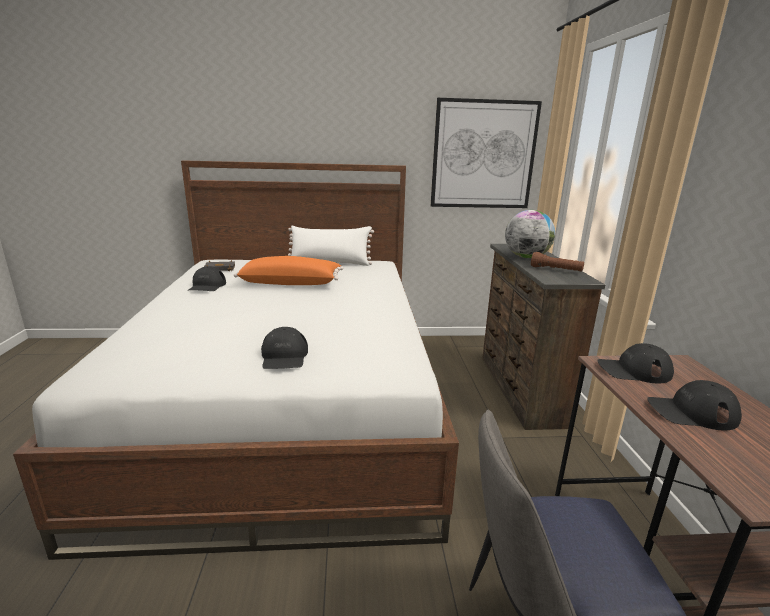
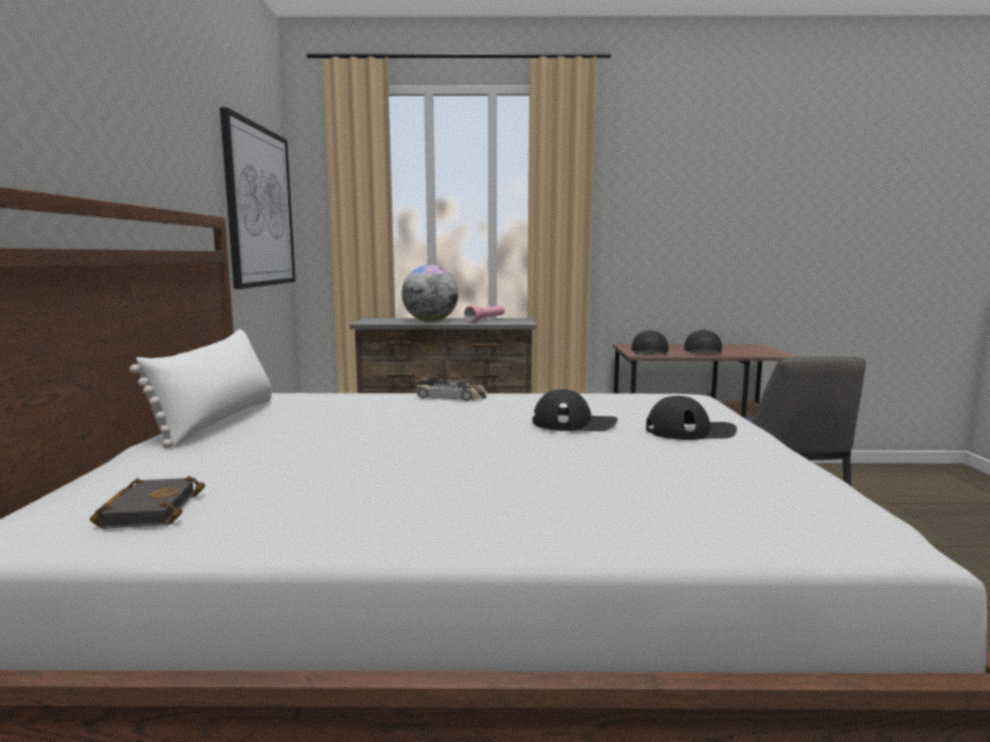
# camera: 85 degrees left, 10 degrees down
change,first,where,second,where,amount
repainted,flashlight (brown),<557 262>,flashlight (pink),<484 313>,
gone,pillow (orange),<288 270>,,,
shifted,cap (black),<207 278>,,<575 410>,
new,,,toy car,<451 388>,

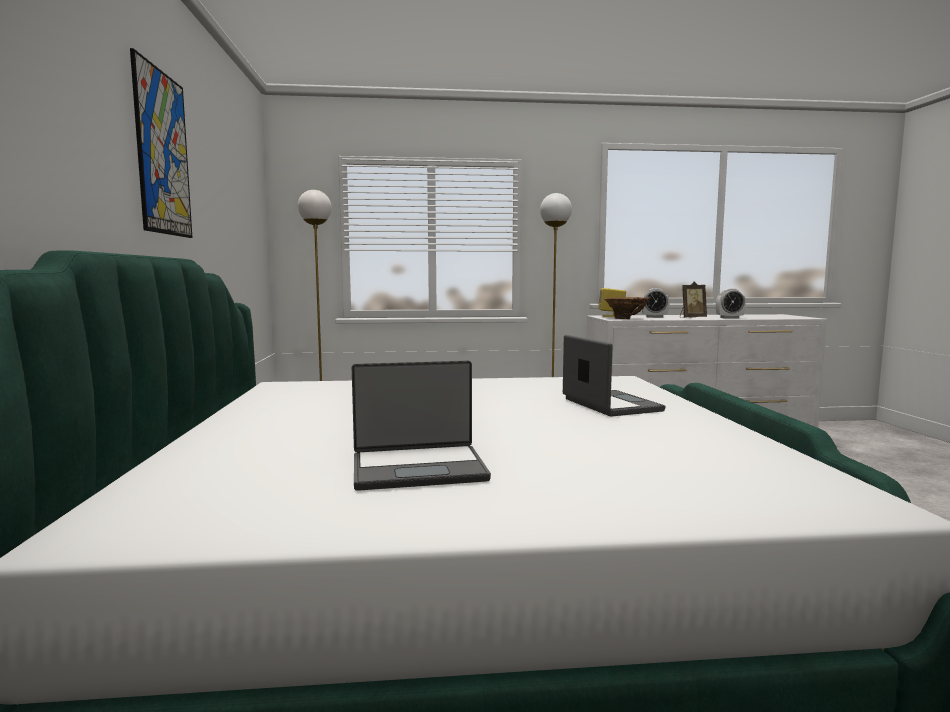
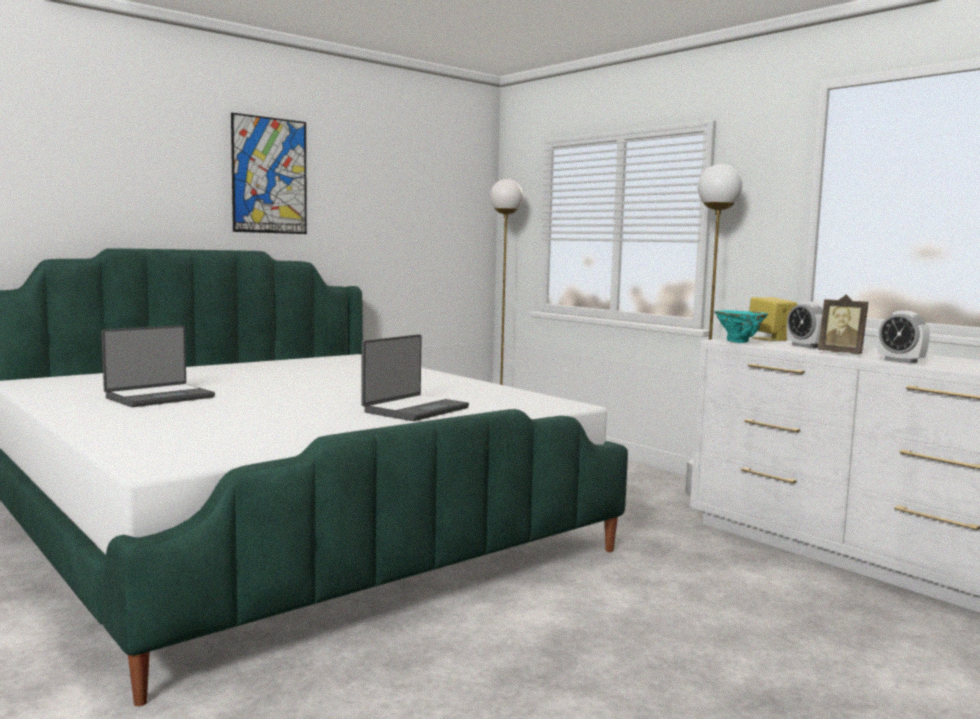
# camera: 55 degrees right, 0 degrees up
change,first,where,second,where,amount
repainted,vase (brown),<627 308>,vase (turquoise),<741 326>,
rotated,laptop,<421 425>,,<158 366>,90 degrees counterclockwise

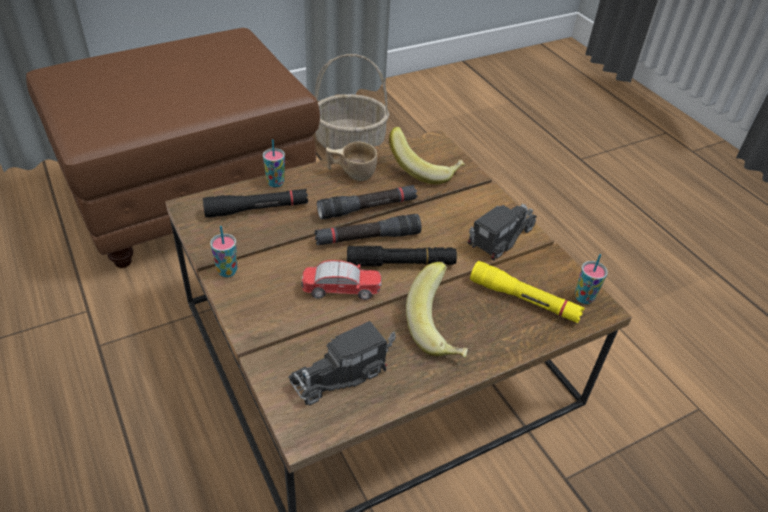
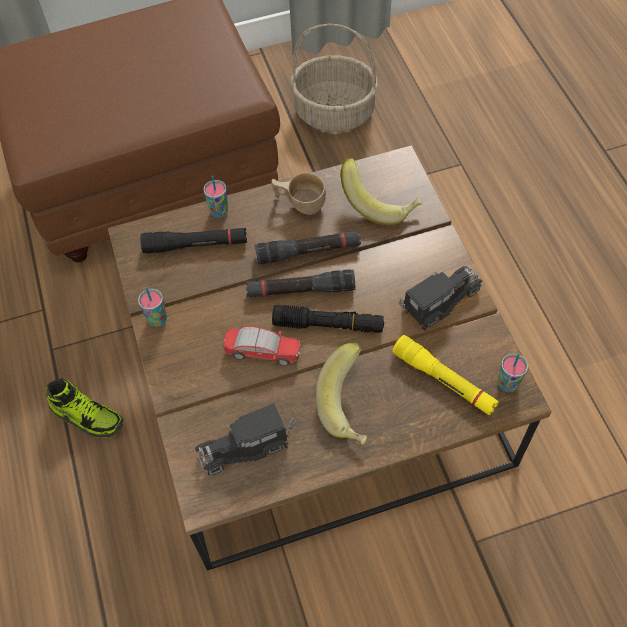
# camera: 15 degrees right, 15 degrees up
change,first,where,second,where,amount
new,,,shoe,<84 408>,

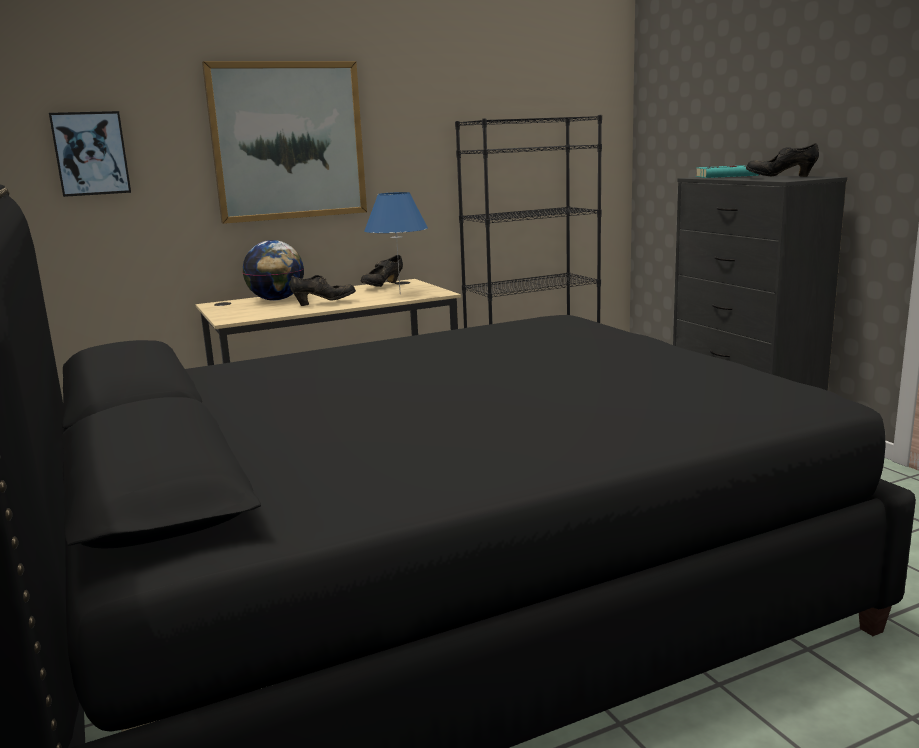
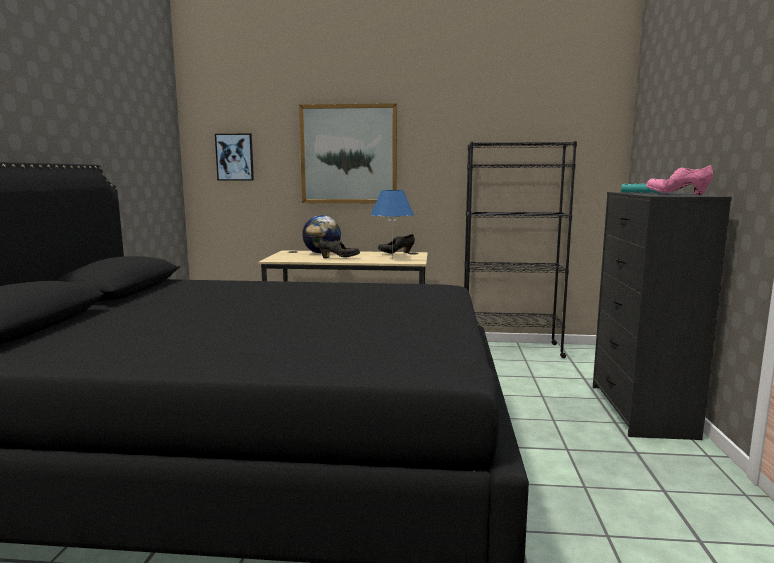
# camera: 30 degrees right, 5 degrees down
change,first,where,second,where,amount
repainted,shoe (black),<782 160>,shoe (pink),<679 180>,

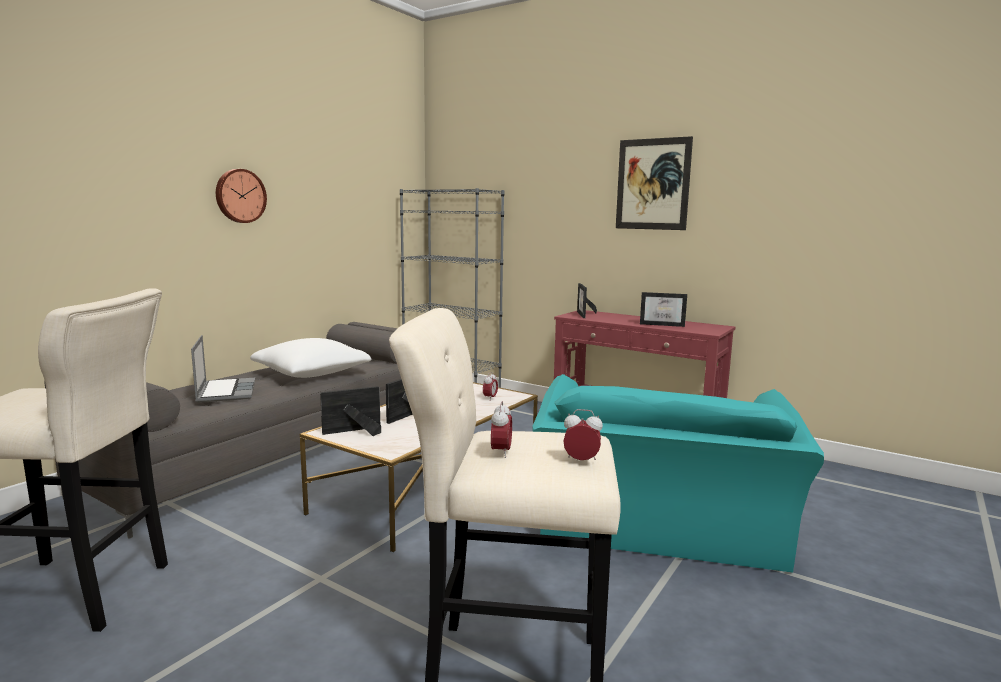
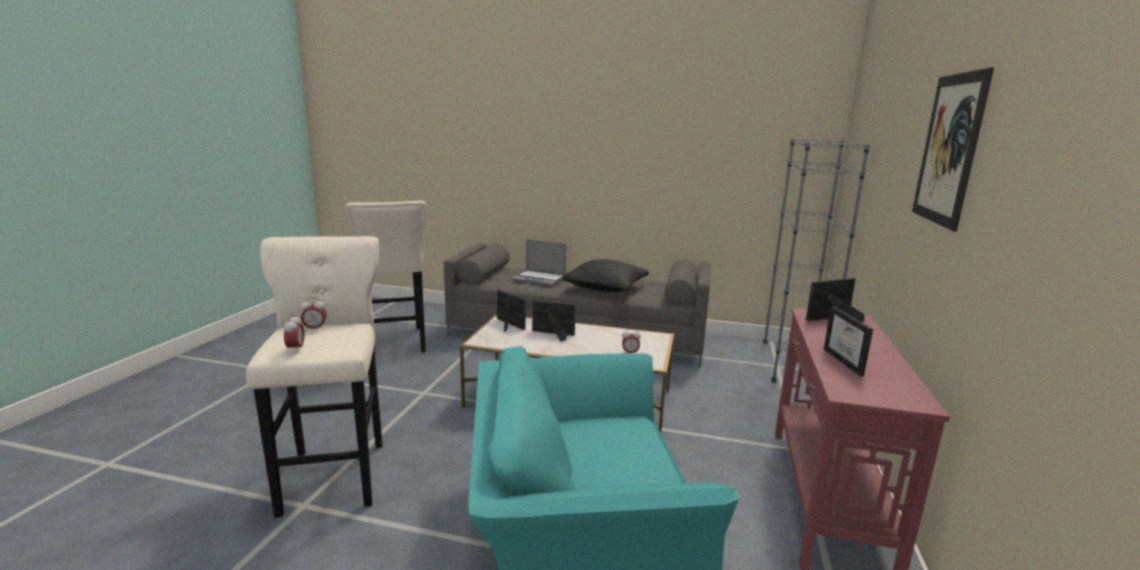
# camera: 70 degrees right, 5 degrees up
change,first,where,second,where,amount
gone,wall clock,<241 196>,,,
rotated,laptop,<223 369>,,<538 262>,60 degrees clockwise
repainted,pillow (white),<310 358>,pillow (black),<605 275>,

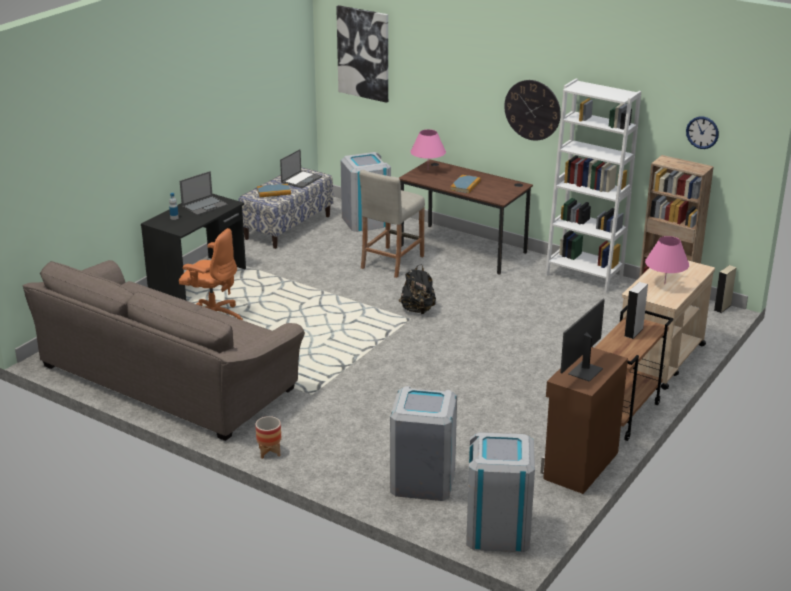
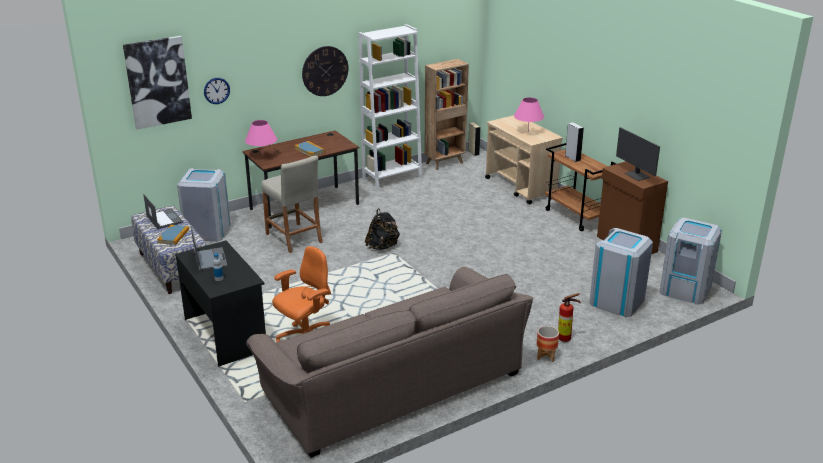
# camera: 65 degrees left, 0 degrees up
change,first,where,second,where,amount
shifted,wall clock,<702 132>,,<217 91>,
new,,,fire extinguisher,<569 317>,

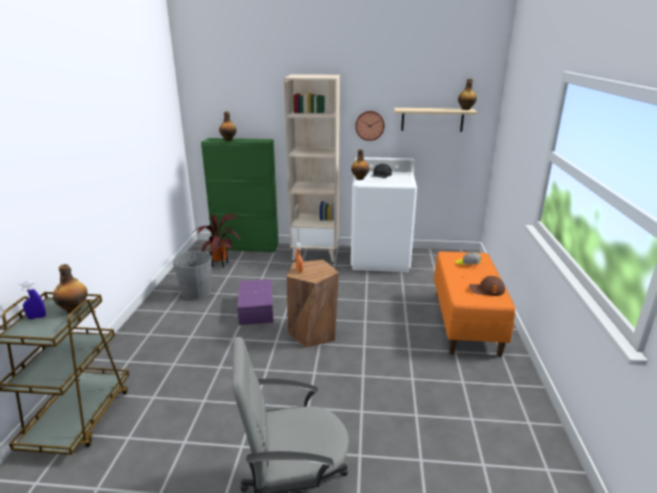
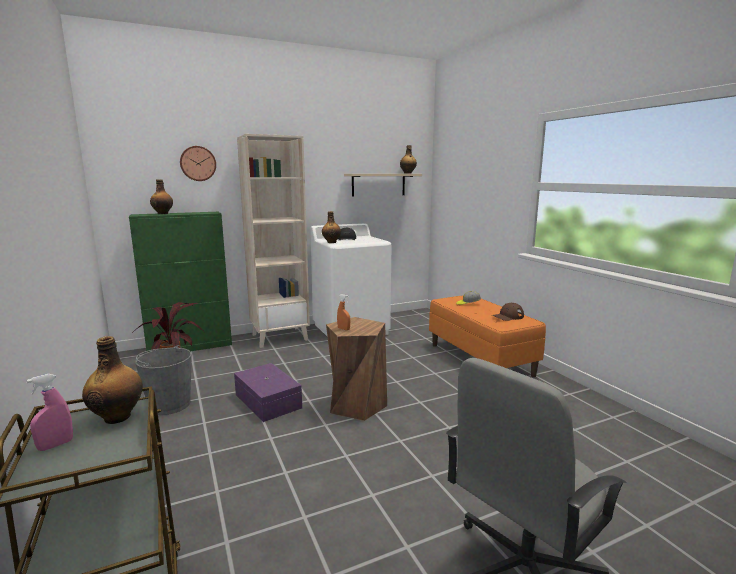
# camera: 30 degrees left, 10 degrees down
change,first,where,second,where,amount
shifted,wall clock,<370 126>,,<198 163>,
repainted,spray bottle (blue),<32 300>,spray bottle (pink),<49 412>,

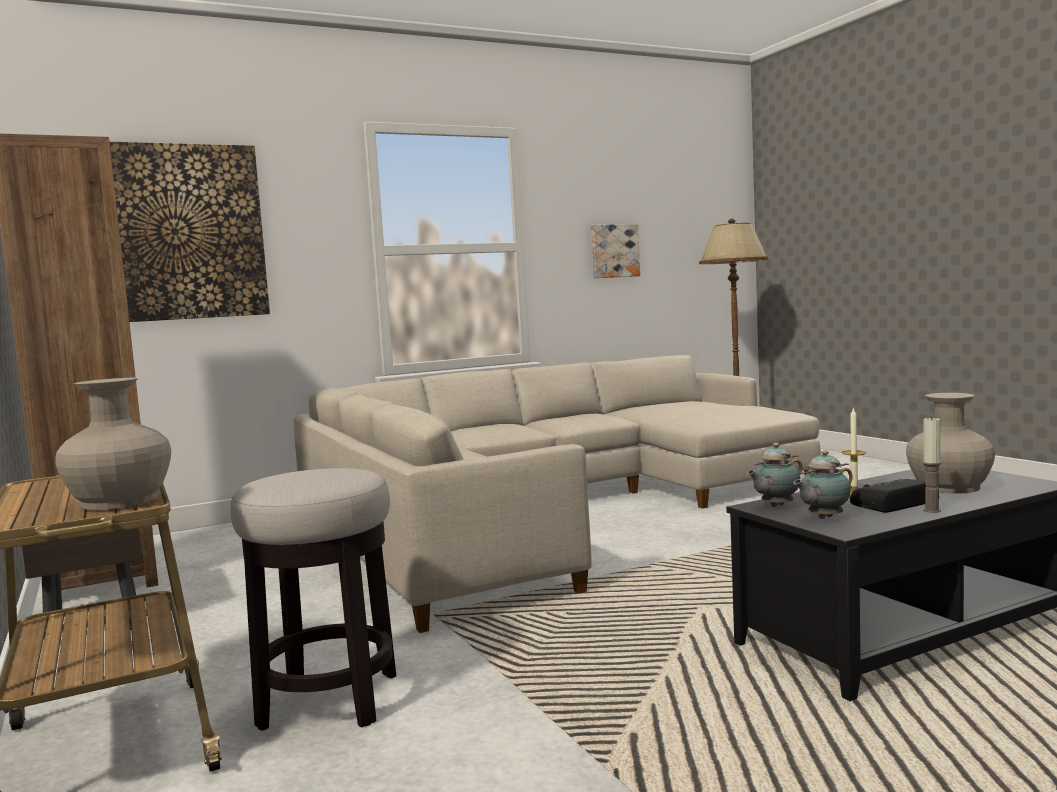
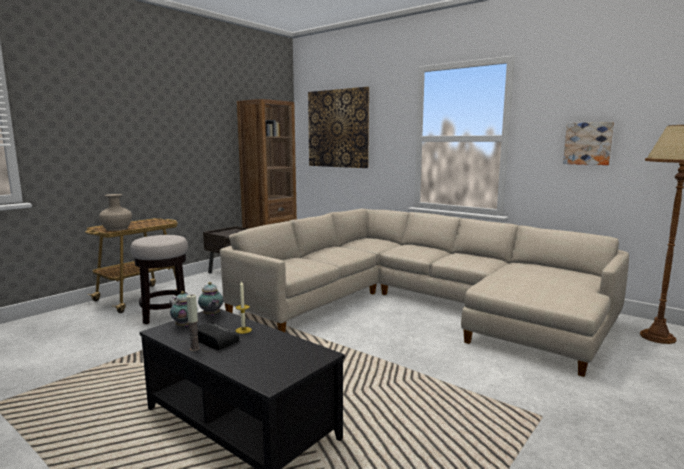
# camera: 65 degrees right, 5 degrees up
change,first,where,second,where,amount
gone,vase (beige),<950 443>,,,
rotated,teapot,<775 475>,,<211 299>,150 degrees counterclockwise

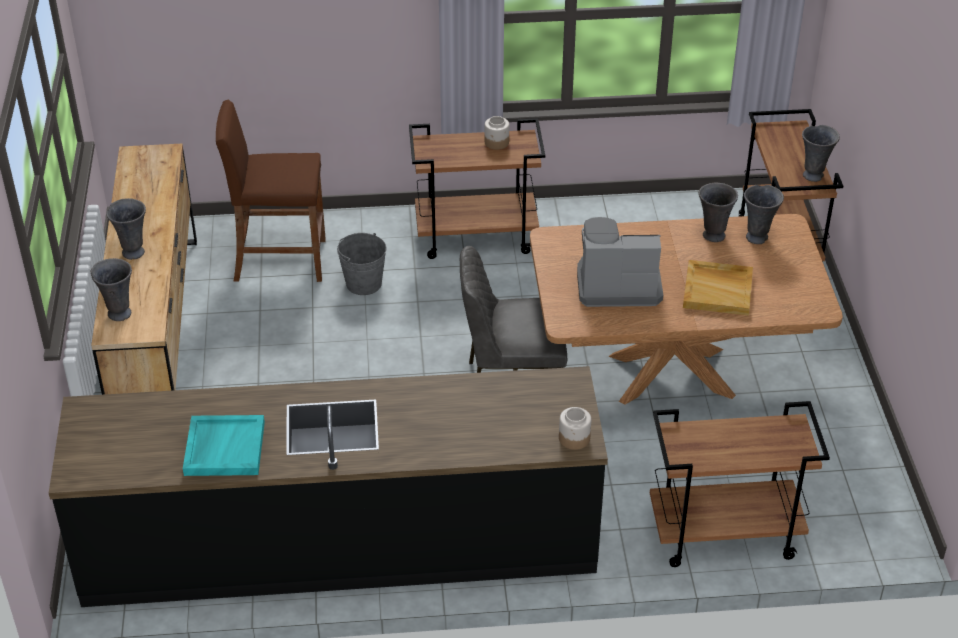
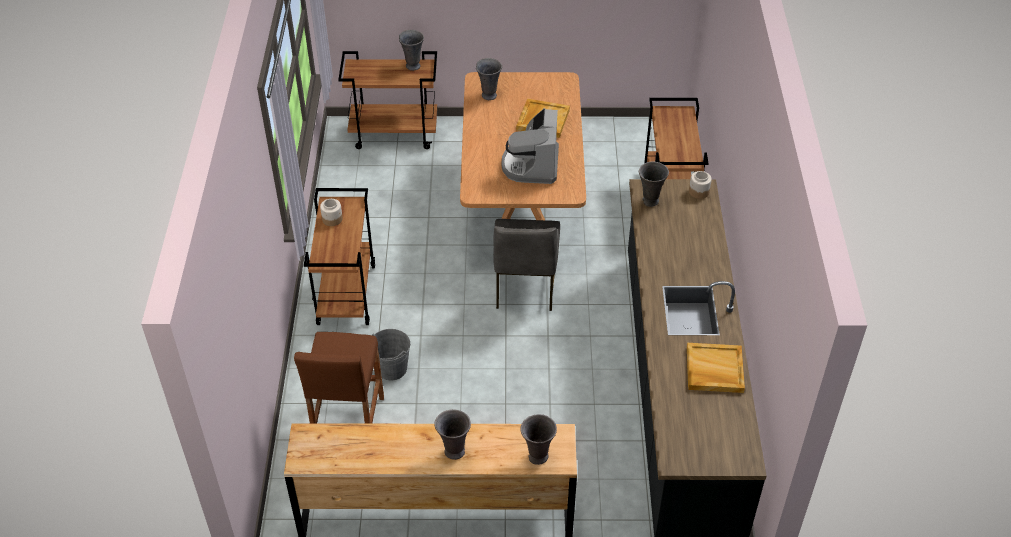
# camera: 85 degrees left, 5 degrees up
change,first,where,second,where,amount
shifted,vase (grey),<718 212>,,<654 184>,
repainted,tray (turquoise),<224 445>,tray (beige),<716 368>,

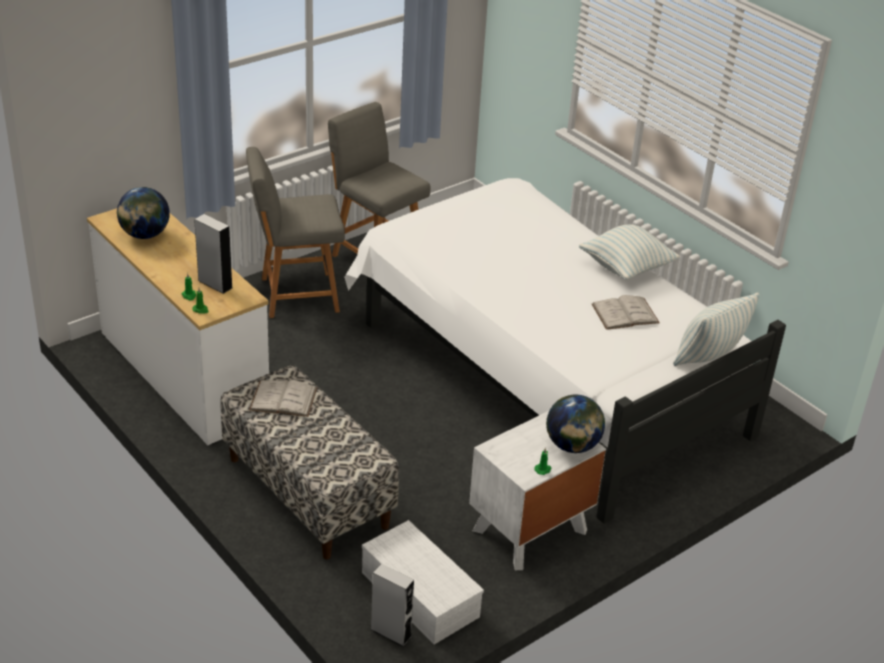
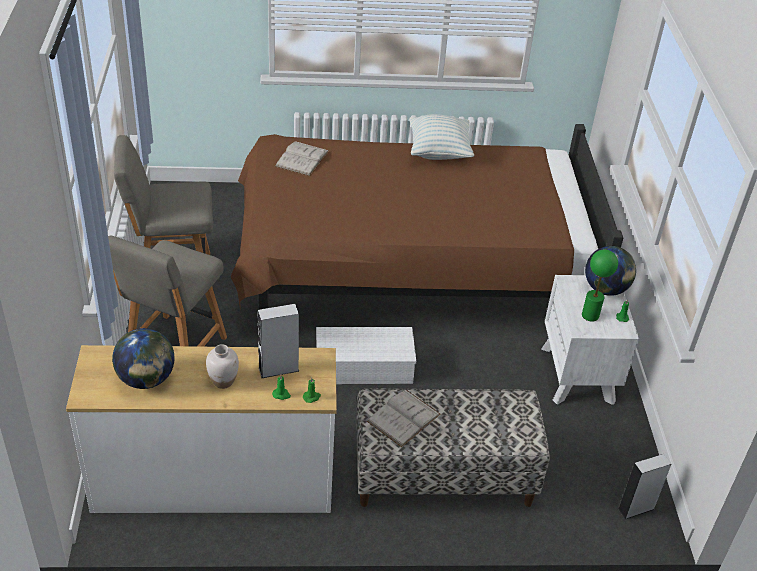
# camera: 55 degrees left, 5 degrees up
change,first,where,second,where,amount
repainted,bed (white),<565 351>,bed (brown),<426 218>,
gone,pillow,<716 329>,,,
shifted,book (white),<626 312>,,<302 158>,
shifted,storage box (white),<423 582>,,<366 355>,
new,,,table lamp (green),<600 286>,
new,,,vase (white),<222 366>,

